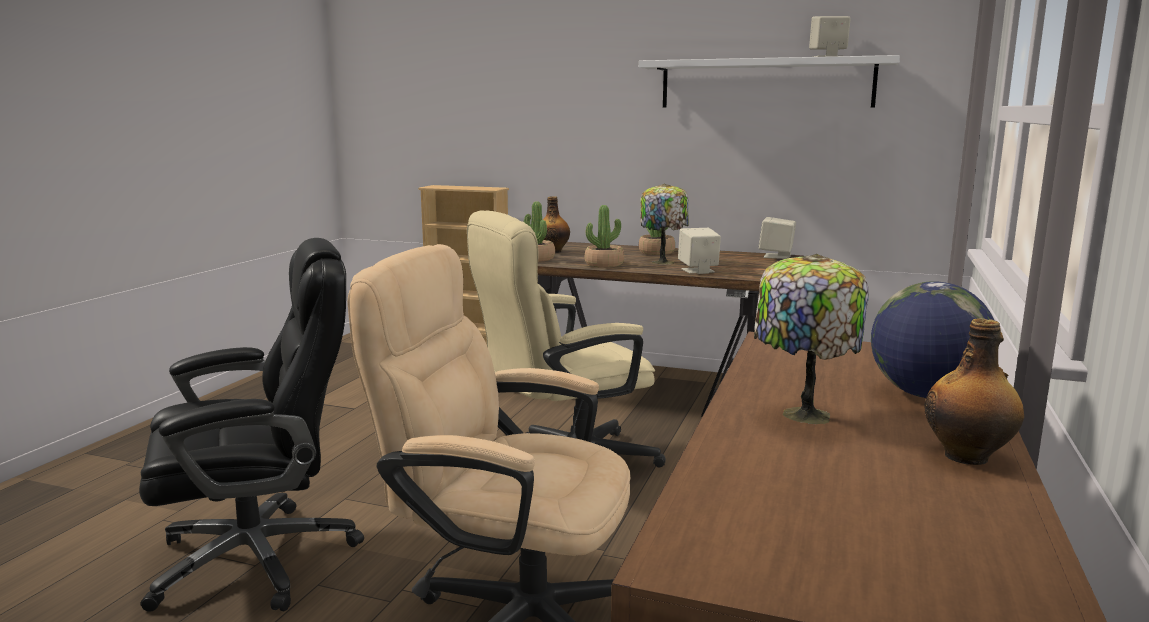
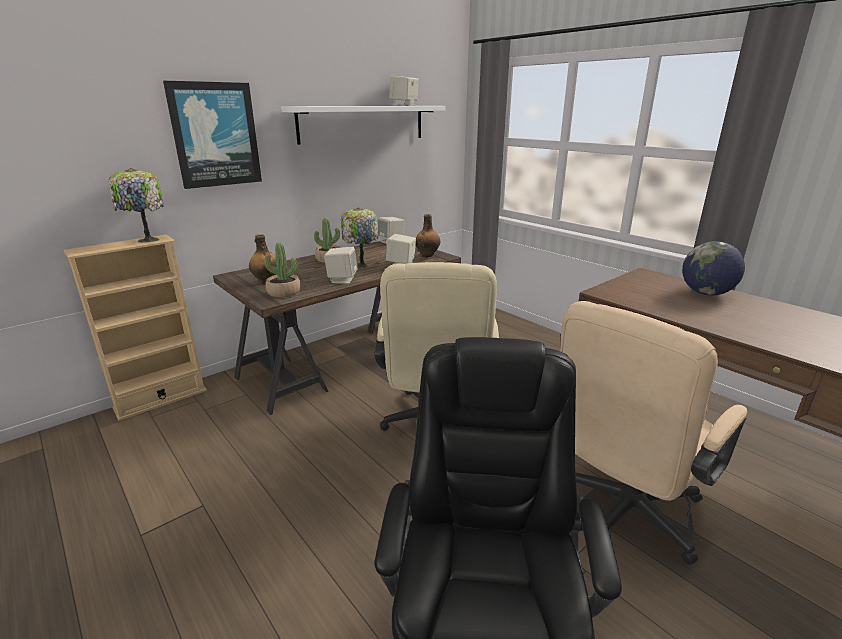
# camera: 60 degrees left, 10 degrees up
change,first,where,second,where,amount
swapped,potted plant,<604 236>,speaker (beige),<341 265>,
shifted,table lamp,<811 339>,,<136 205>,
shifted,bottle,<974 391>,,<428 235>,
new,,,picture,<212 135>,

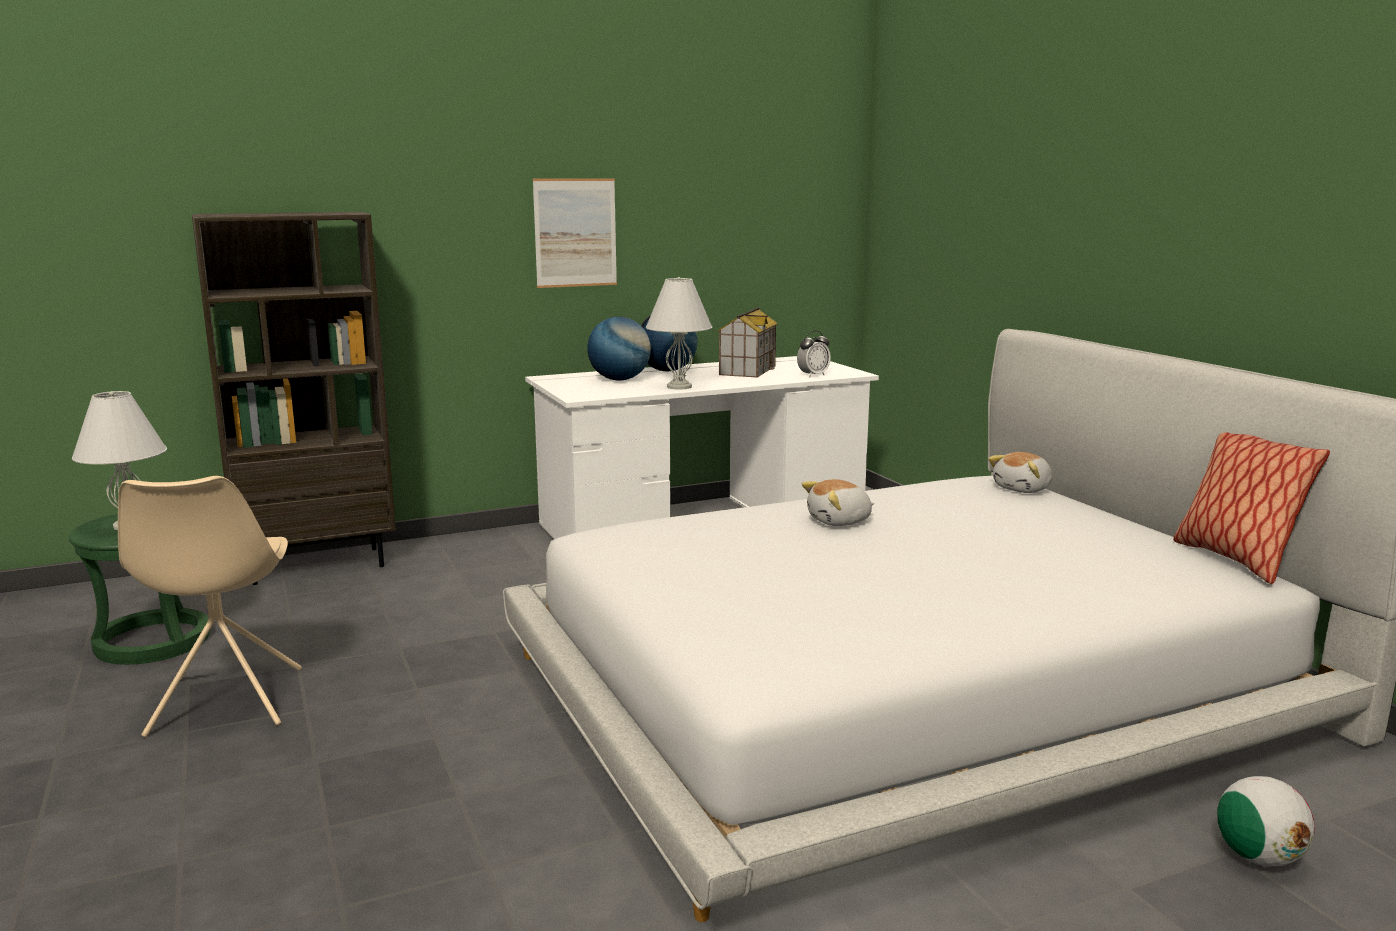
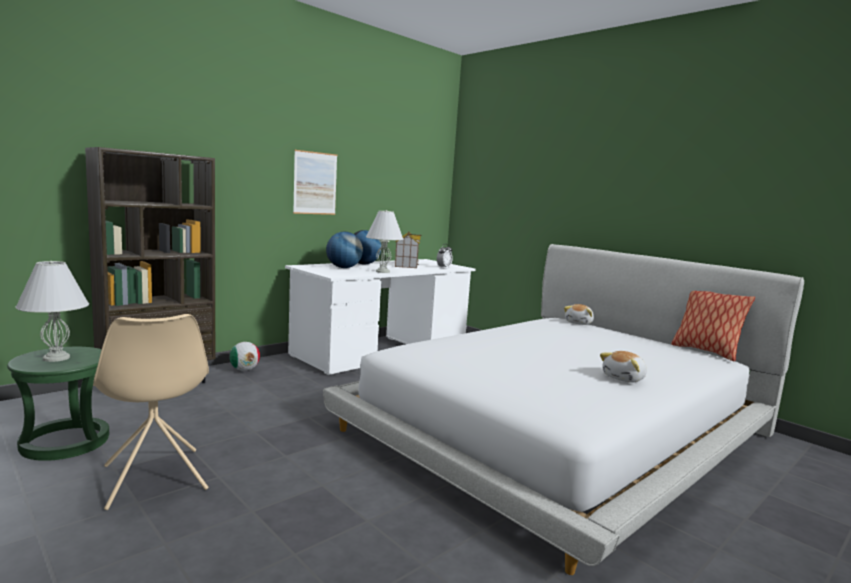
# camera: 20 degrees left, 5 degrees down
change,first,where,second,where,amount
shifted,plush toy,<838 502>,,<623 367>,
shifted,football,<1266 821>,,<245 356>,

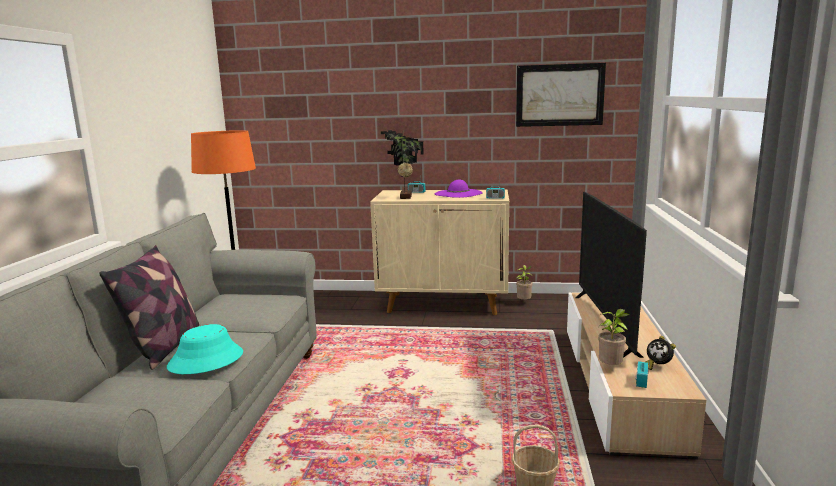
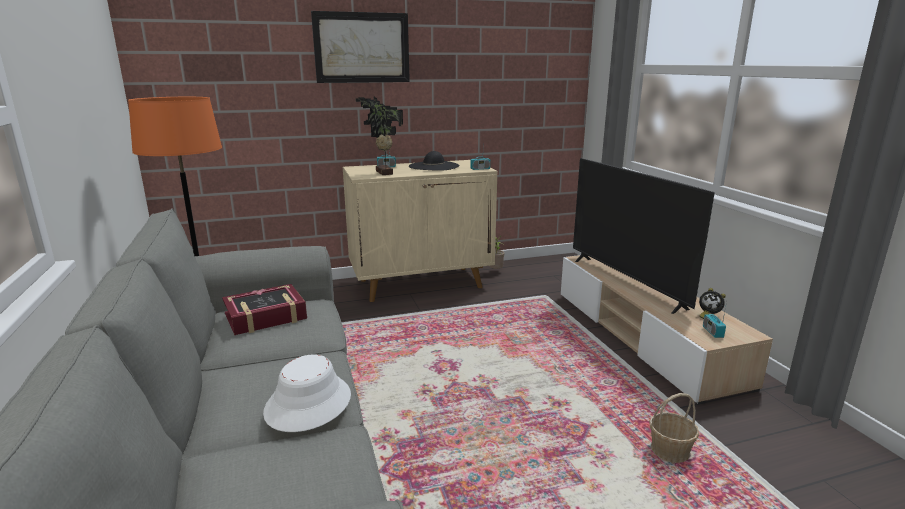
# camera: 25 degrees left, 5 degrees up
change,first,where,second,where,amount
shifted,picture,<561 95>,,<360 47>,
repainted,hat (purple),<458 189>,hat (black),<434 161>,
gone,pillow,<149 307>,,,
gone,potted plant,<613 337>,,,
repainted,hat (turquoise),<205 349>,hat (white),<307 393>,
new,,,book,<264 309>,

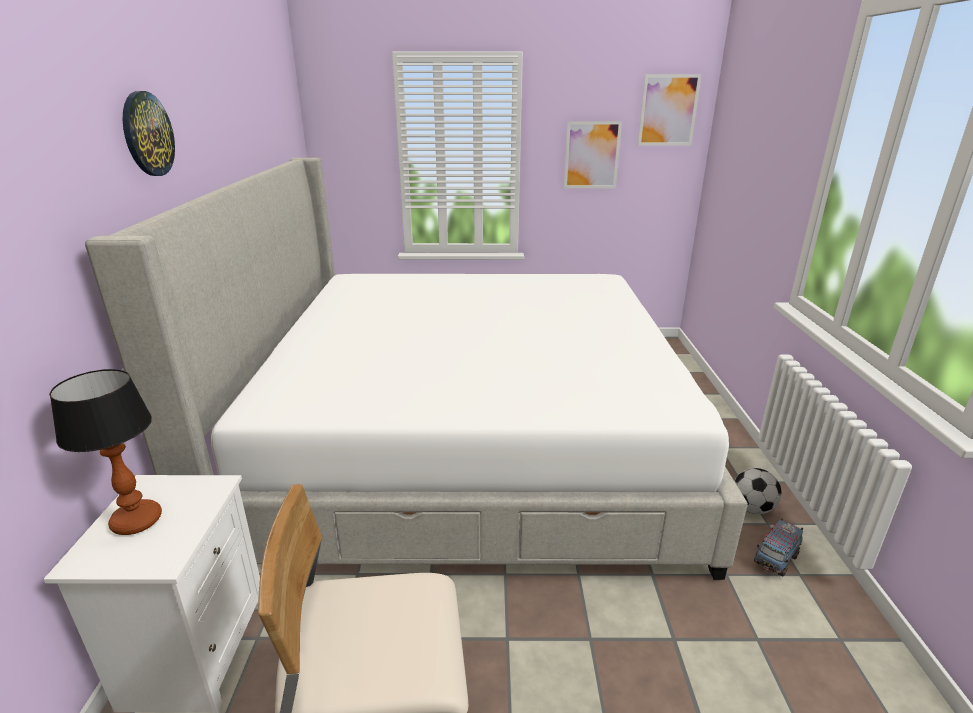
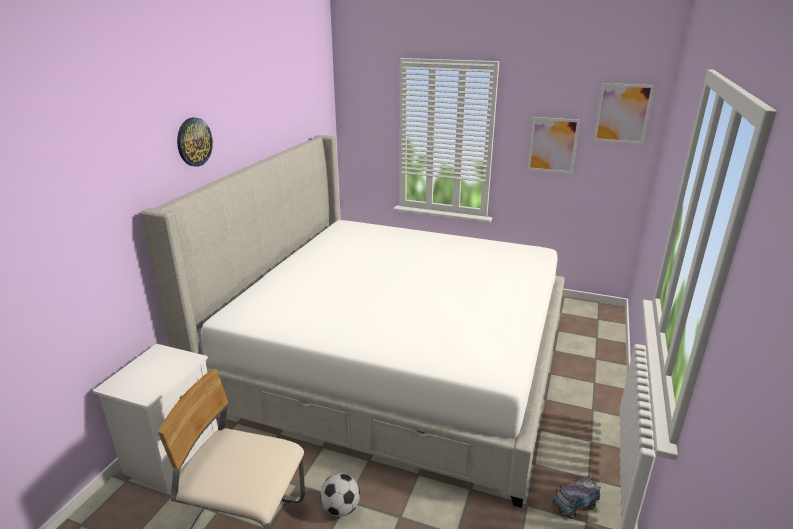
# camera: 20 degrees right, 0 degrees up
change,first,where,second,where,amount
gone,table lamp,<105 452>,,,
shifted,football,<758 491>,,<340 495>,

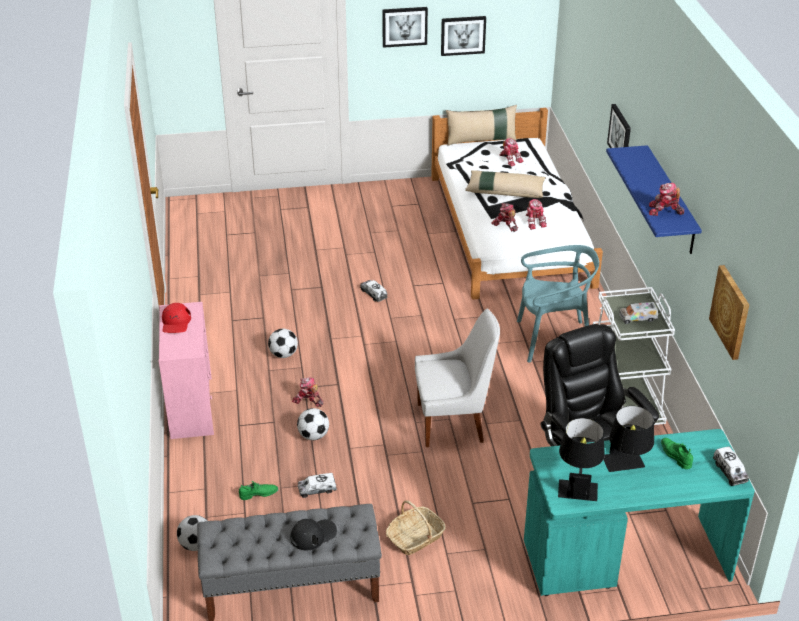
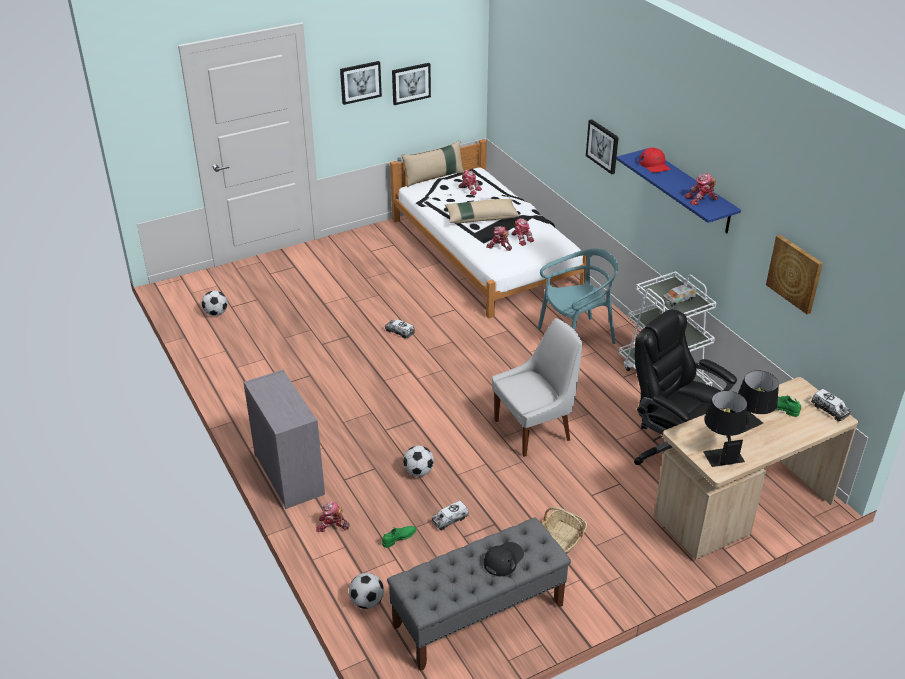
# camera: 20 degrees left, 0 degrees up
change,first,where,second,where,amount
repainted,dresser (pink),<186 370>,dresser (grey),<284 439>,
shifted,cap (red),<176 318>,,<654 160>,
shifted,football,<283 343>,,<215 303>,
shifted,toy robot,<307 392>,,<333 517>,
repainted,desk (turquoise),<639 512>,desk (beige),<756 468>,

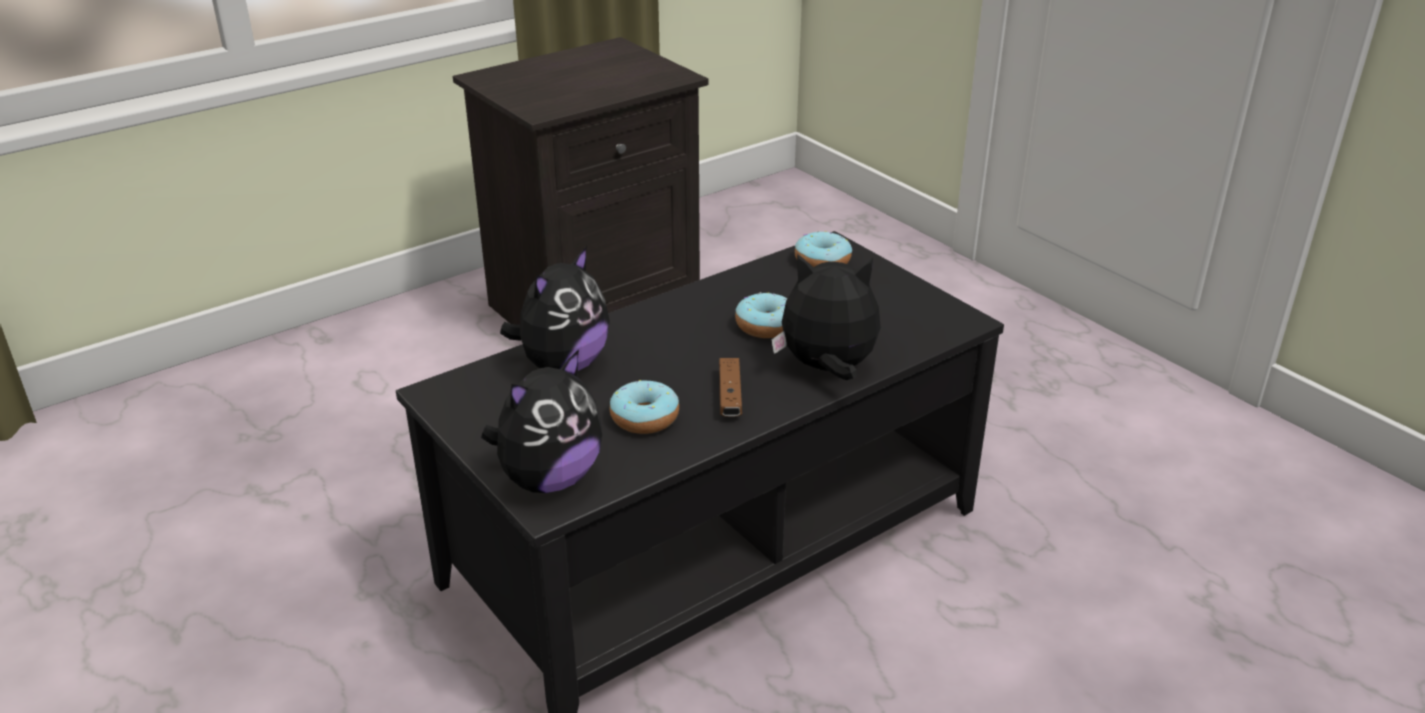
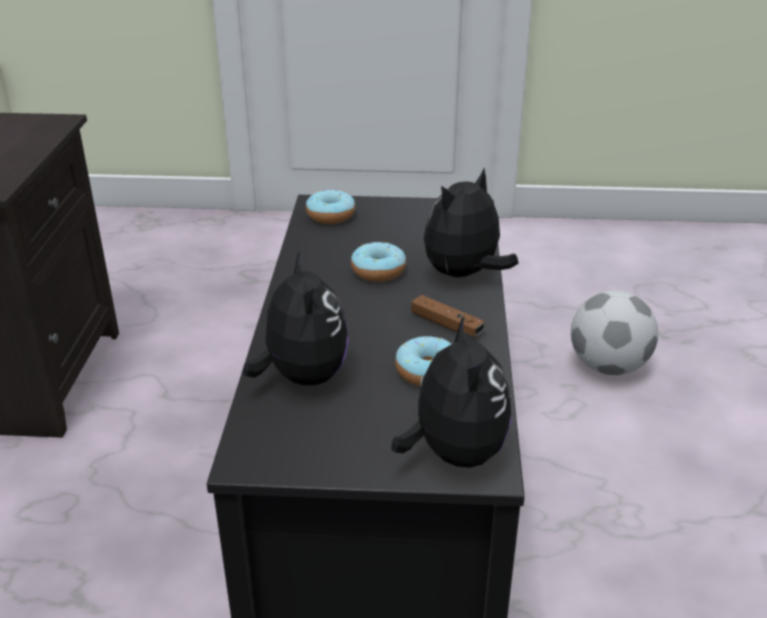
# camera: 50 degrees left, 0 degrees up
change,first,where,second,where,amount
new,,,football,<614 332>,

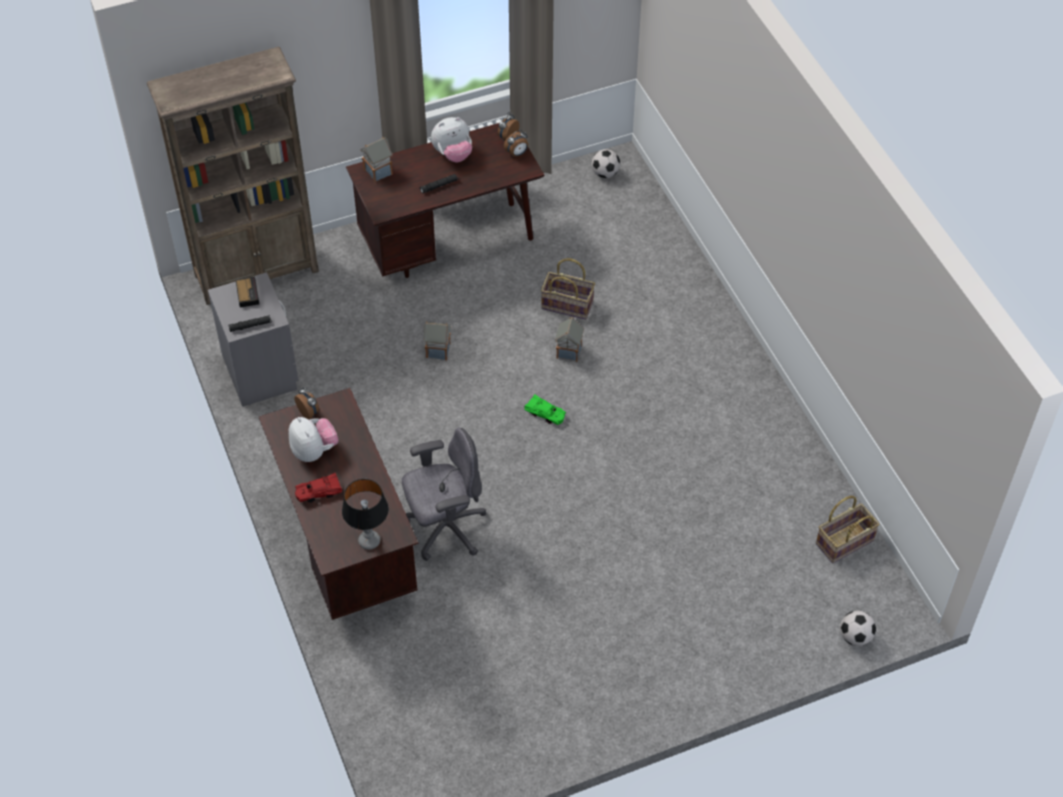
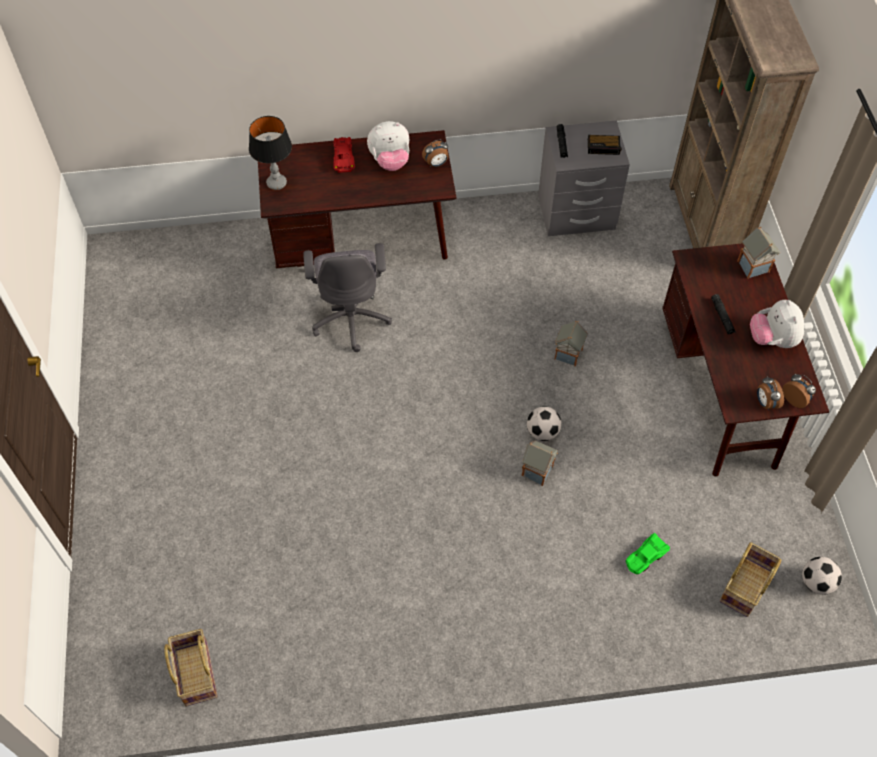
# camera: 105 degrees right, 5 degrees up
change,first,where,second,where,amount
shifted,basket,<568 289>,,<750 579>,
shifted,toy car (green),<545 409>,,<647 553>,
shifted,football,<858 628>,,<544 423>,

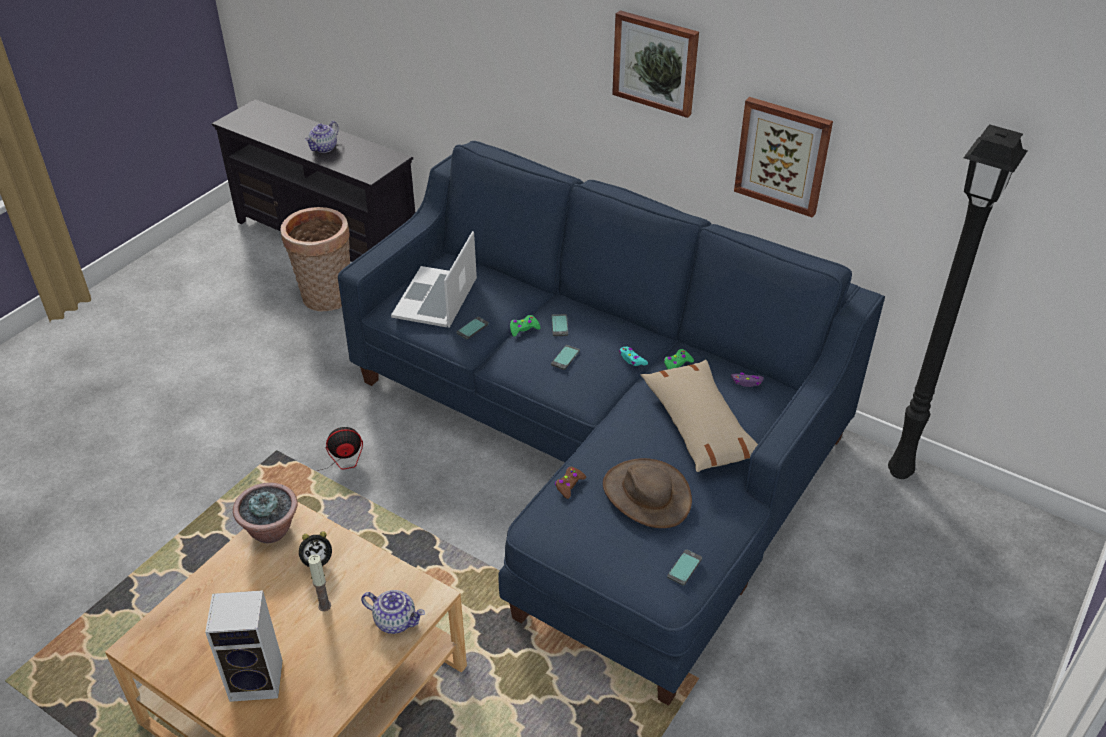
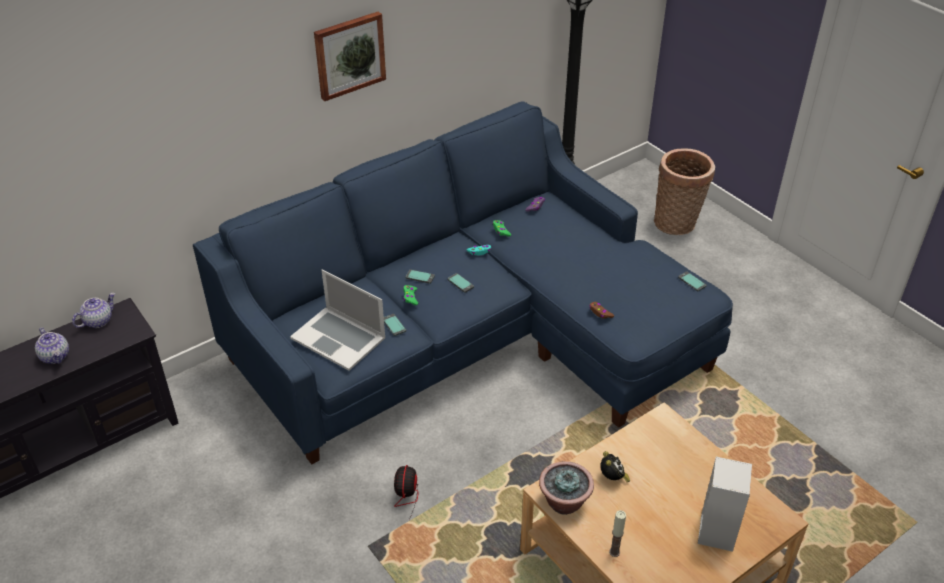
# camera: 70 degrees left, 0 degrees up
change,first,where,second,where,amount
gone,picture,<783 157>,,,
shifted,basket,<315 259>,,<684 191>,
gone,pillow (beige),<699 416>,,,
gone,hat (brown),<647 493>,,,
shifted,candle,<319 582>,,<617 533>,
shifted,teapot,<393 612>,,<93 310>,

